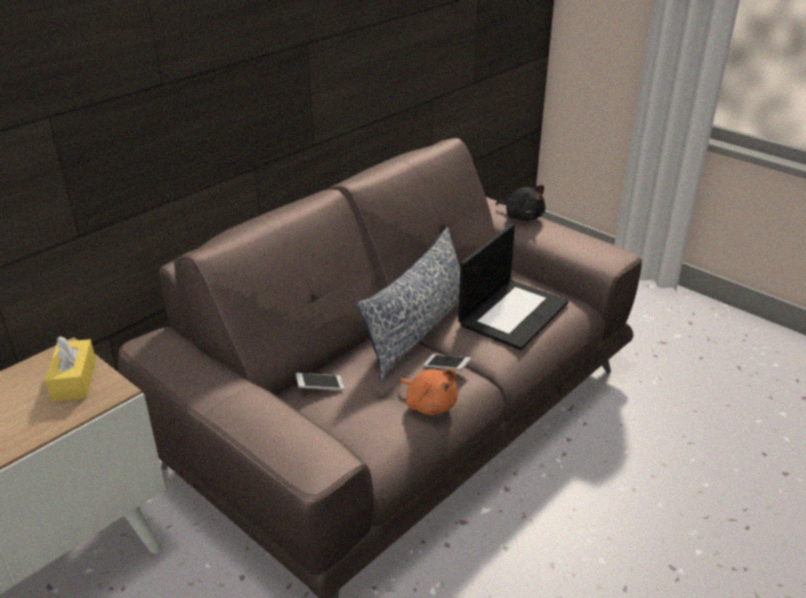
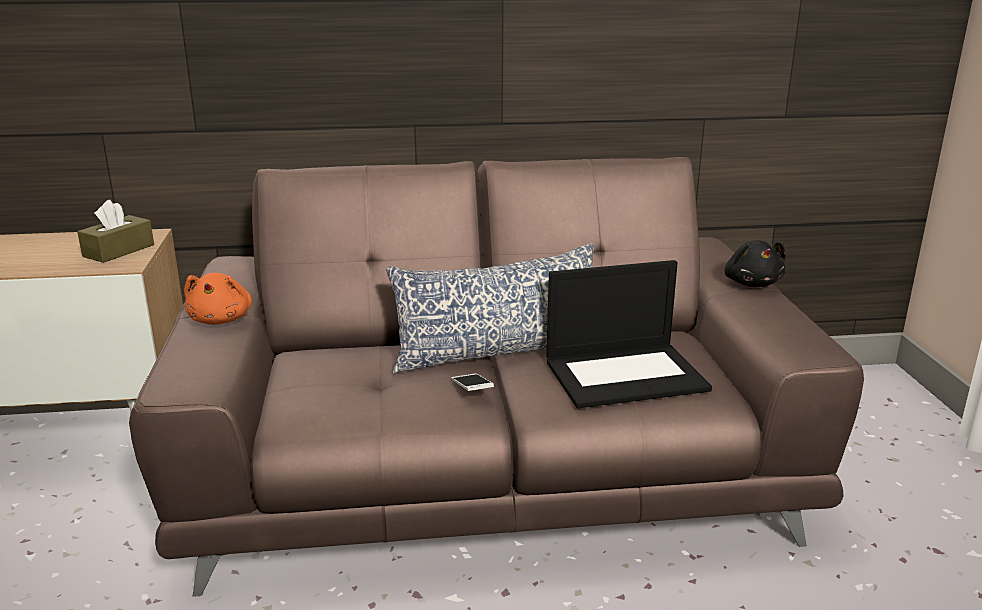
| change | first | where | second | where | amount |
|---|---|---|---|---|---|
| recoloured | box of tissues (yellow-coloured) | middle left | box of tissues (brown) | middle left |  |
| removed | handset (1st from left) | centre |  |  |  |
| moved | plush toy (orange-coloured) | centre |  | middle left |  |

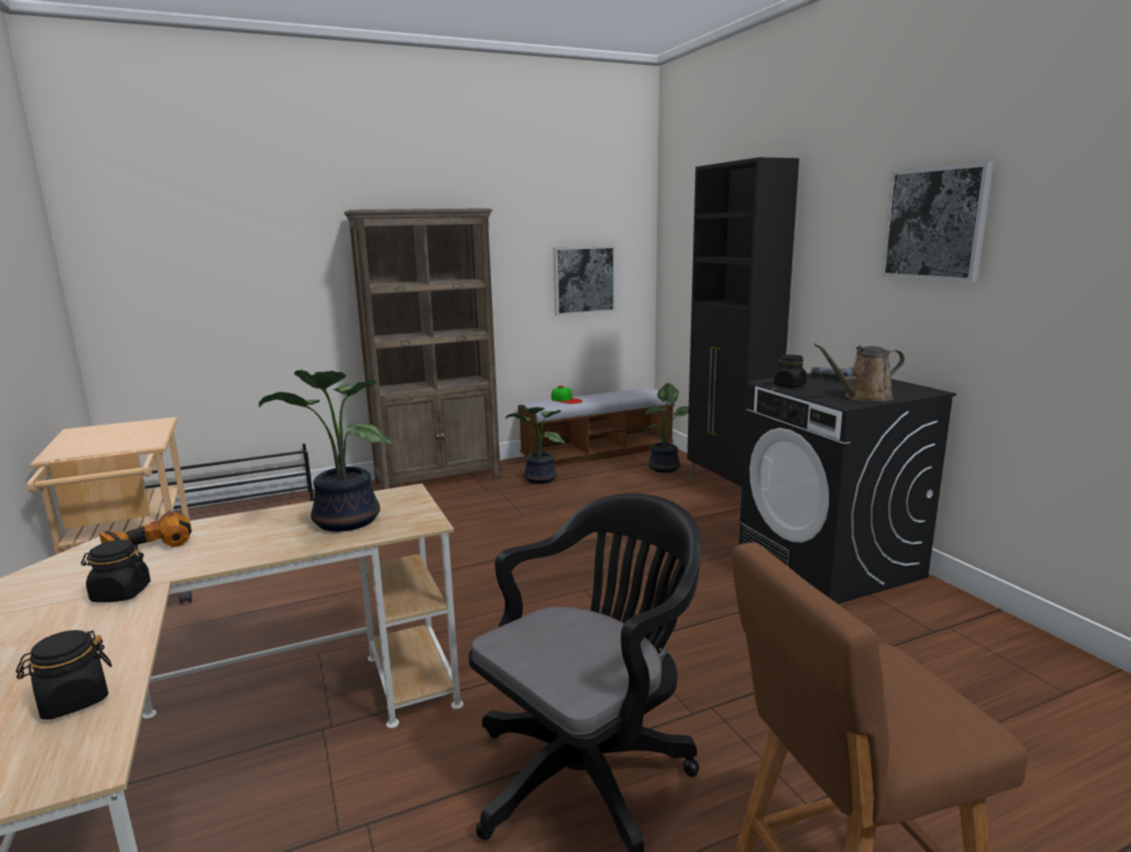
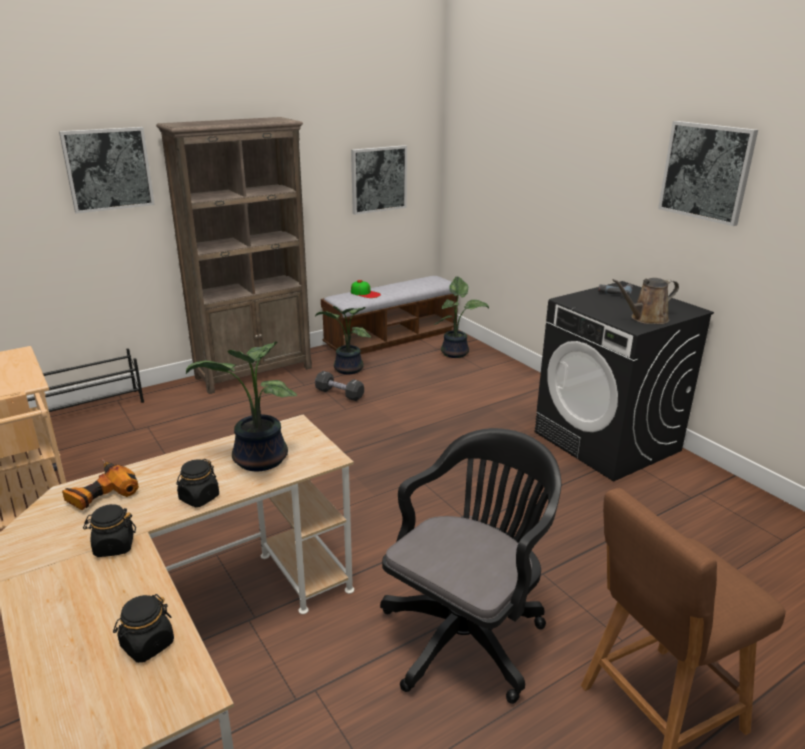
| change | first | where | second | where | amount |
|---|---|---|---|---|---|
| removed | cabinet (black) | centre |  |  |  |
| moved | jar (black) (3rd from left) | middle right |  | middle left |  |
| added |  |  | wall picture (1st from left) | top left |  |
| added |  |  | dumbbell (black) | centre |  |

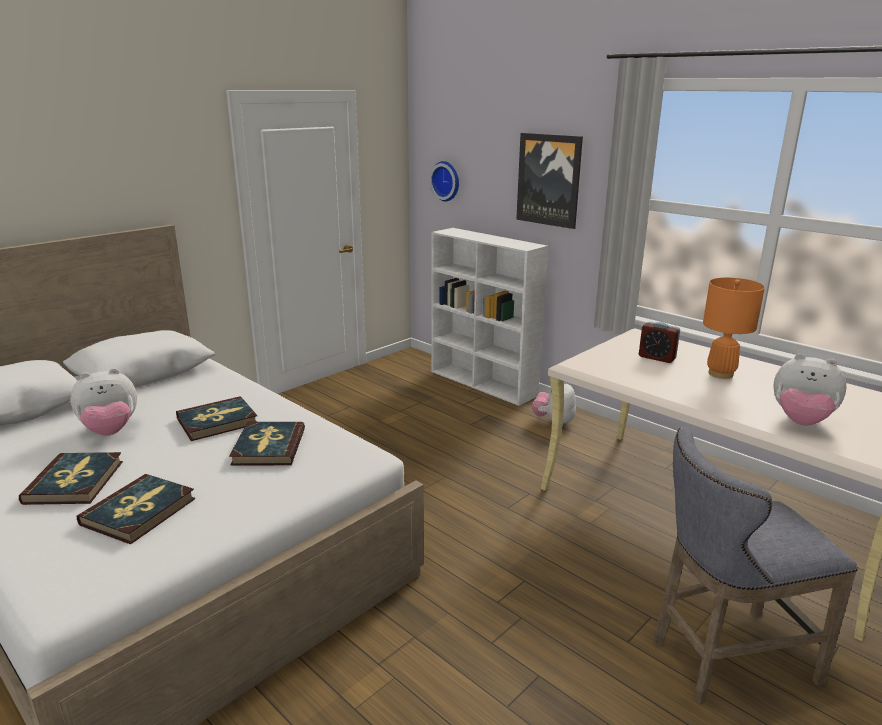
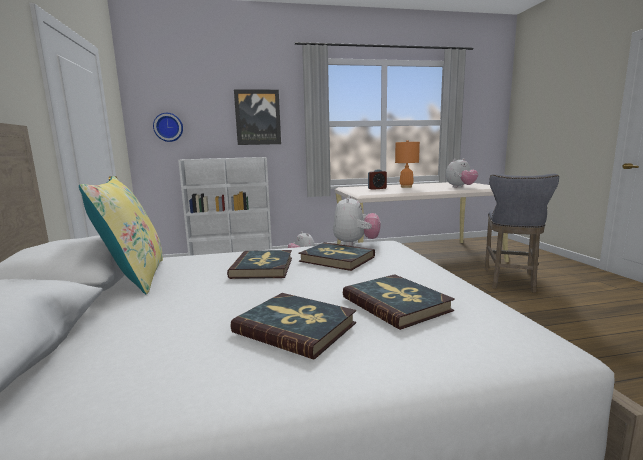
| change | first | where | second | where | amount |
|---|---|---|---|---|---|
| moved | plush toy (1st from left in the first image) | middle left | plush toy (2nd from left) | centre |  |
| added |  |  | pillow (yellow-coloured) | middle left |  |

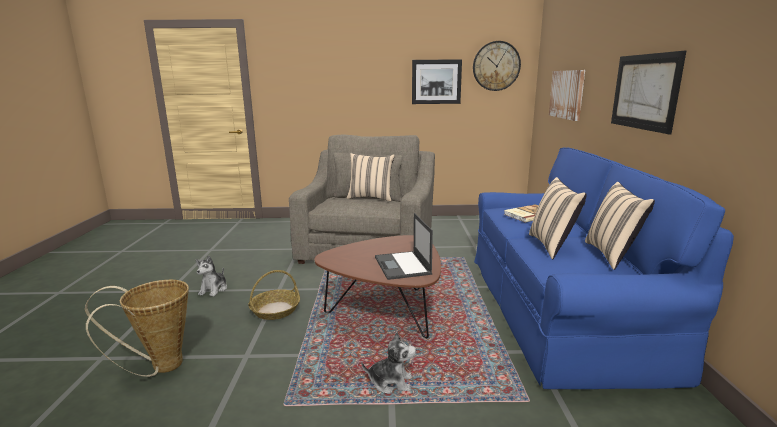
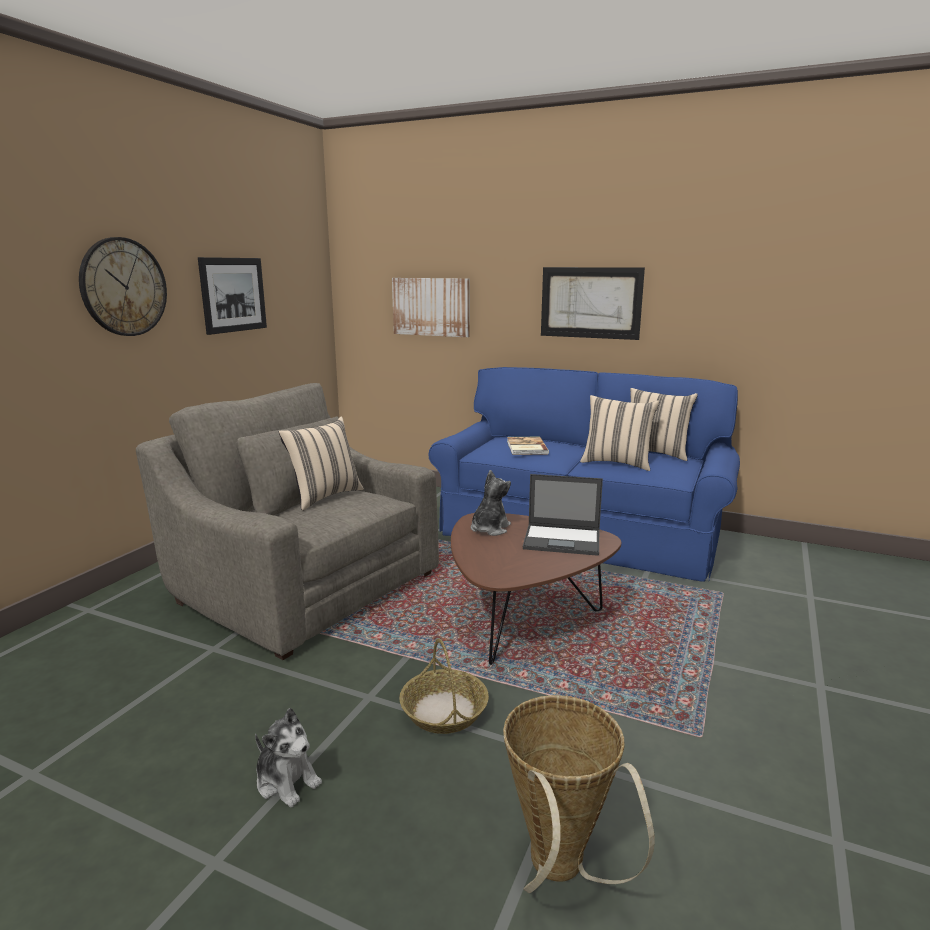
| change | first | where | second | where | amount |
|---|---|---|---|---|---|
| moved | plush toy (2nd from left) | bottom centre |  | centre |  |
| moved | clock on the wall | top centre |  | top left |  |

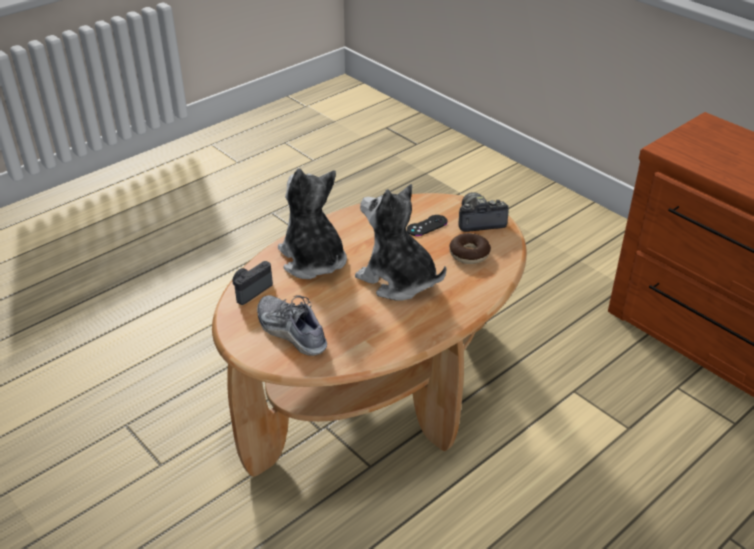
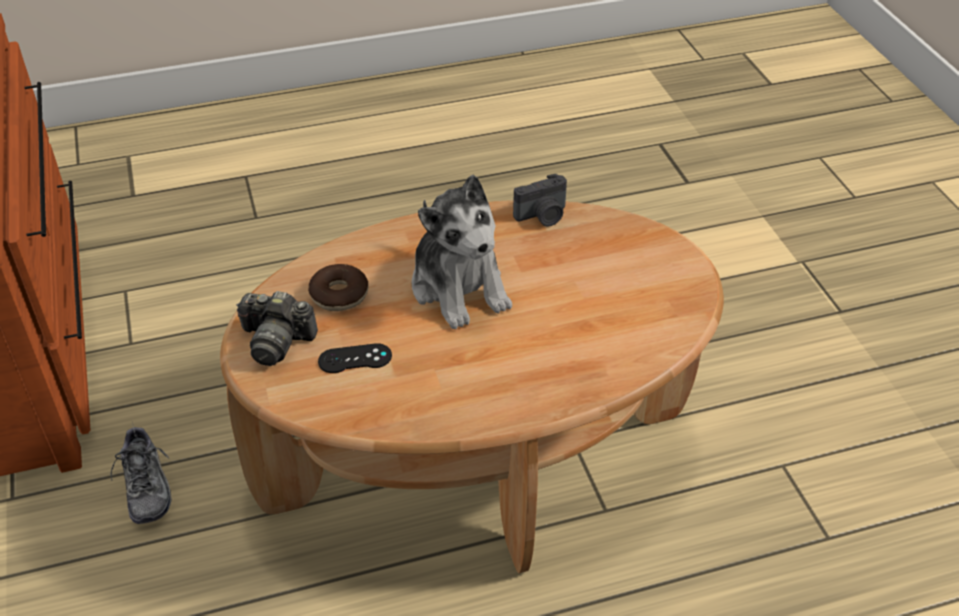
| change | first | where | second | where | amount |
|---|---|---|---|---|---|
| moved | photo camera (1st from left in the first image) | centre | photo camera (2nd from left) | top centre |  |
| moved | item of footwear | centre |  | bottom left |  |
| removed | plush toy (1st from left) | centre |  |  |  |

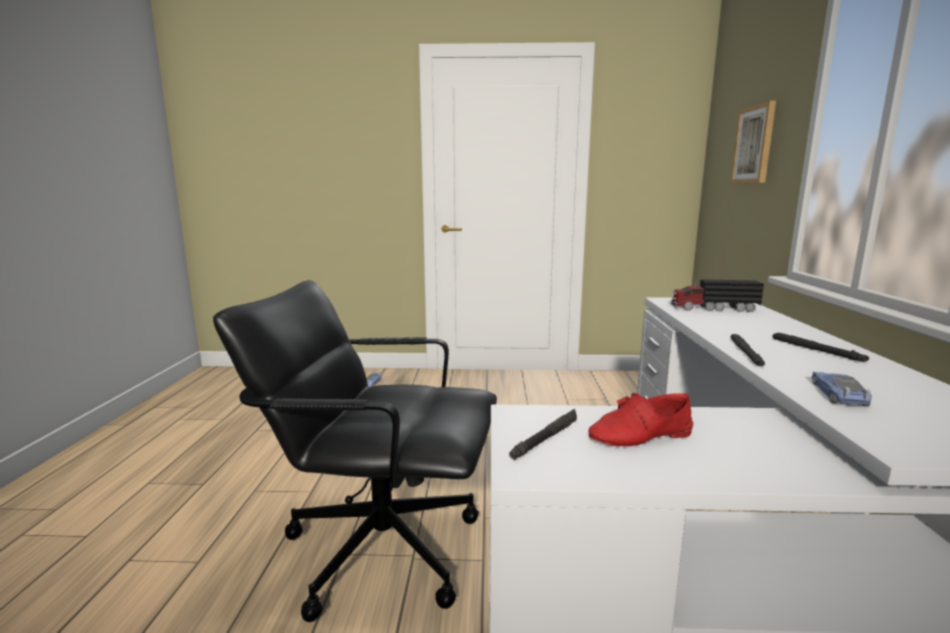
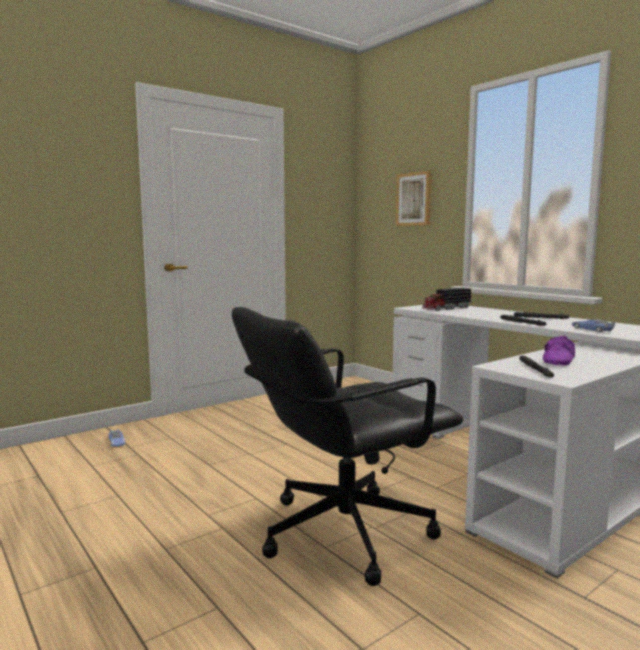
| change | first | where | second | where | amount |
|---|---|---|---|---|---|
| recoloured | item of footwear (red) | middle right | item of footwear (purplish) | middle right |  |

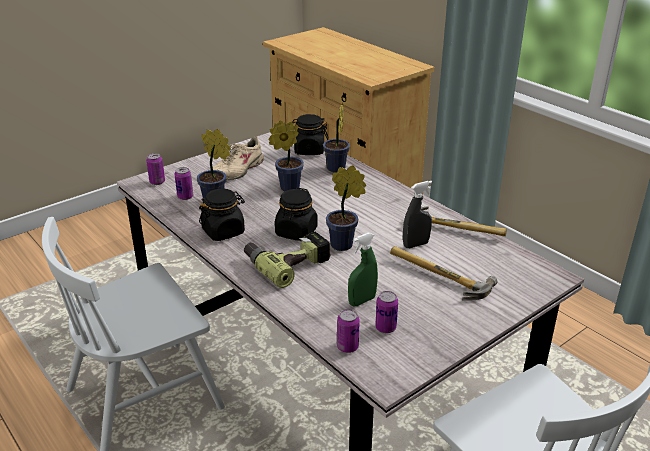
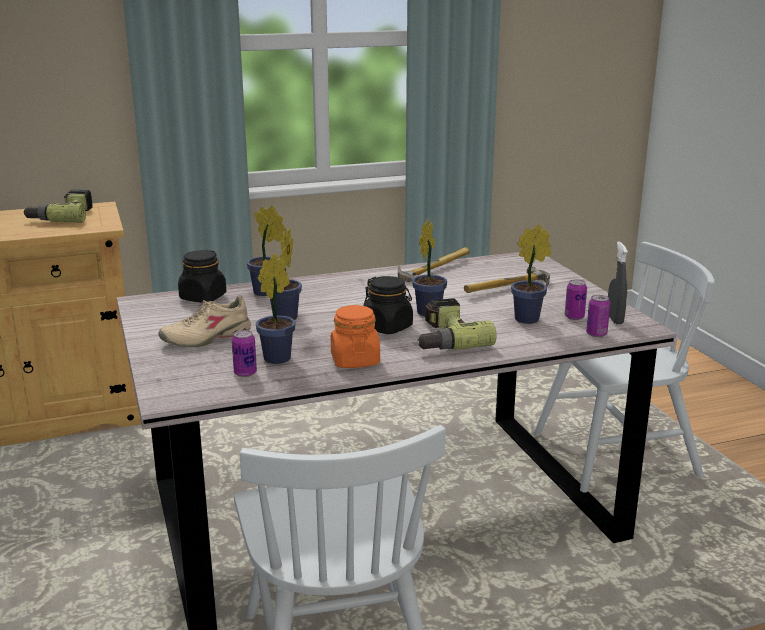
| change | first | where | second | where | amount |
|---|---|---|---|---|---|
| removed | metal can (1st from left) | middle left |  |  |  |
| recoloured | jar (black) (1st from left) | centre | jar (orange-coloured) | centre |  |
| turned | item of footwear (beige-coloured) | centre |  | middle left | 90 degrees clockwise |
| replaced | hand sprayer (green) | centre | plant in a pot (5th from left) | middle right |  |
| moved | hand sprayer (gray) | centre |  | middle right |  |
| added |  |  | drill (1st from left) | top left |  |

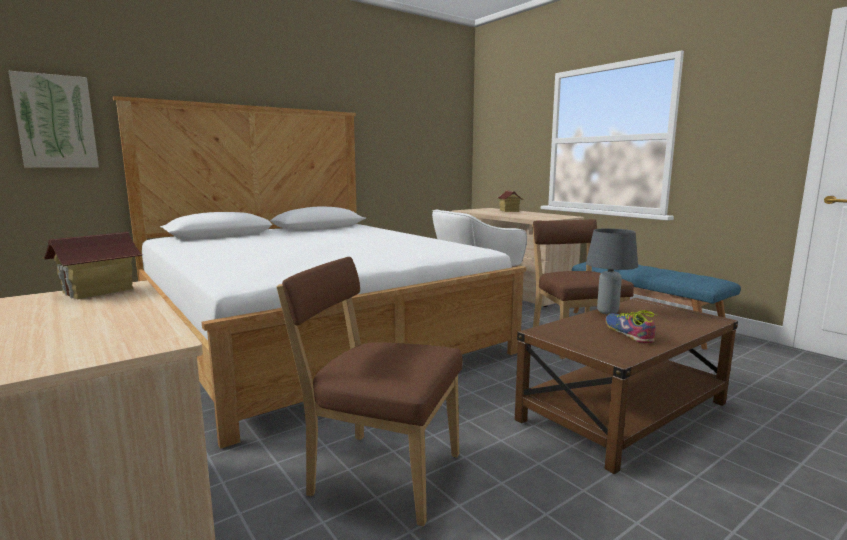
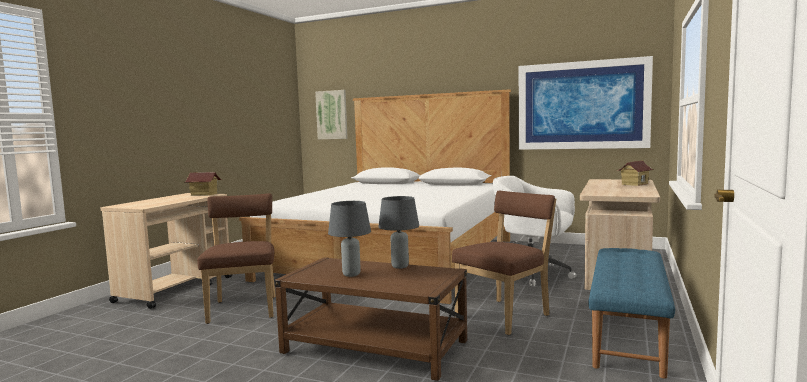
| change | first | where | second | where | amount |
|---|---|---|---|---|---|
| replaced | item of footwear | middle right | table lamp (gray) (1st from left) | centre |  |
| added |  |  | wall picture (2nd from left) | top right |  |

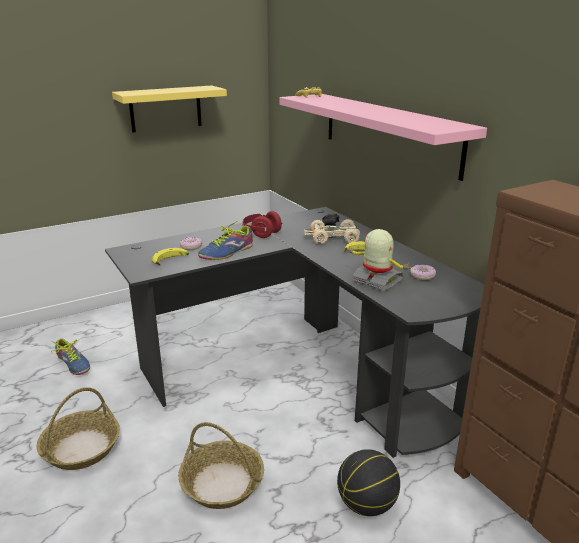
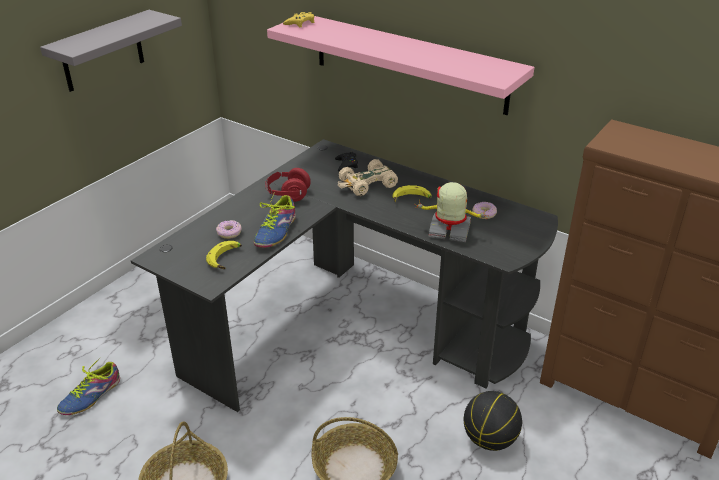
| change | first | where | second | where | amount |
|---|---|---|---|---|---|
| turned | item of footwear (1st from left) | middle left |  | bottom left | 105 degrees clockwise |
| recoloured | shelf (yellow-coloured) | top left | shelf (gray) | top left |  |

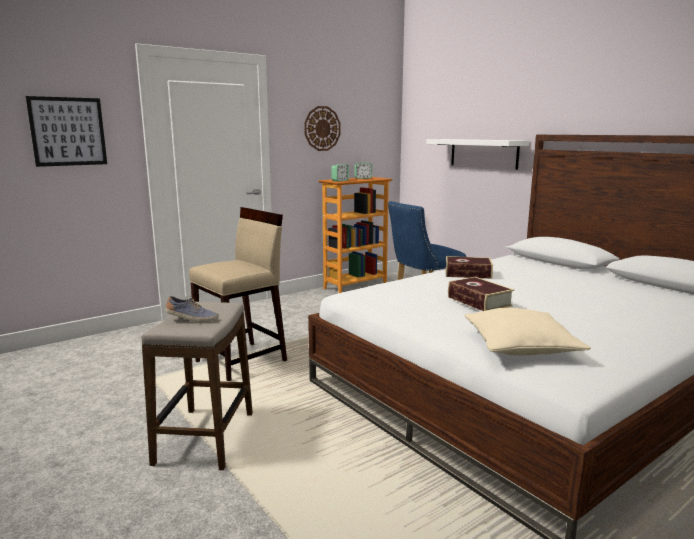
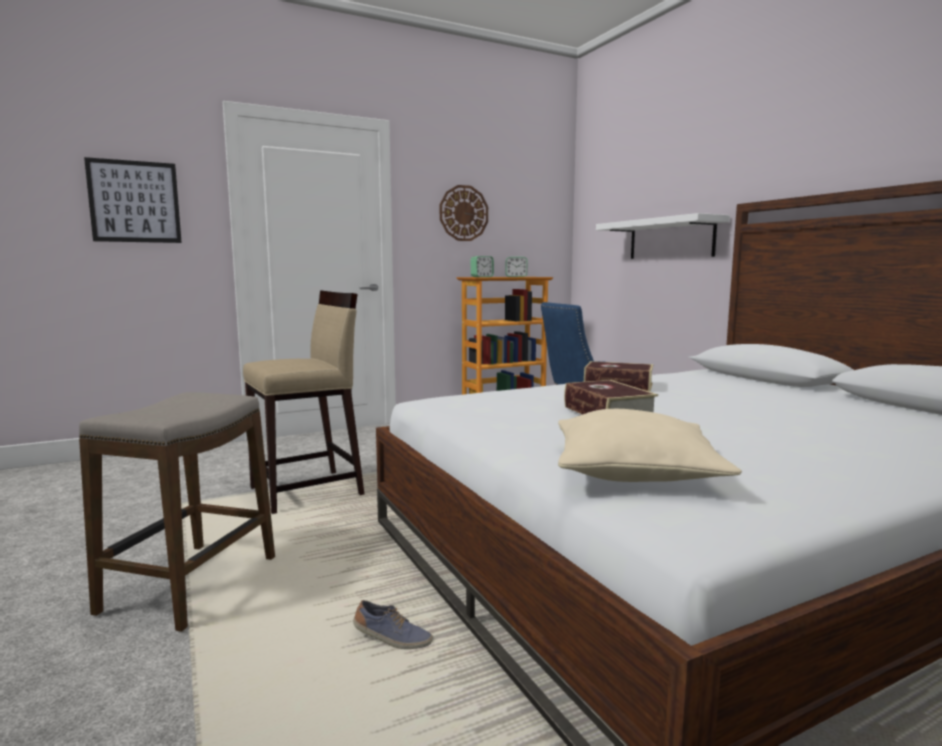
| change | first | where | second | where | amount |
|---|---|---|---|---|---|
| moved | item of footwear | middle left |  | bottom centre |  |

